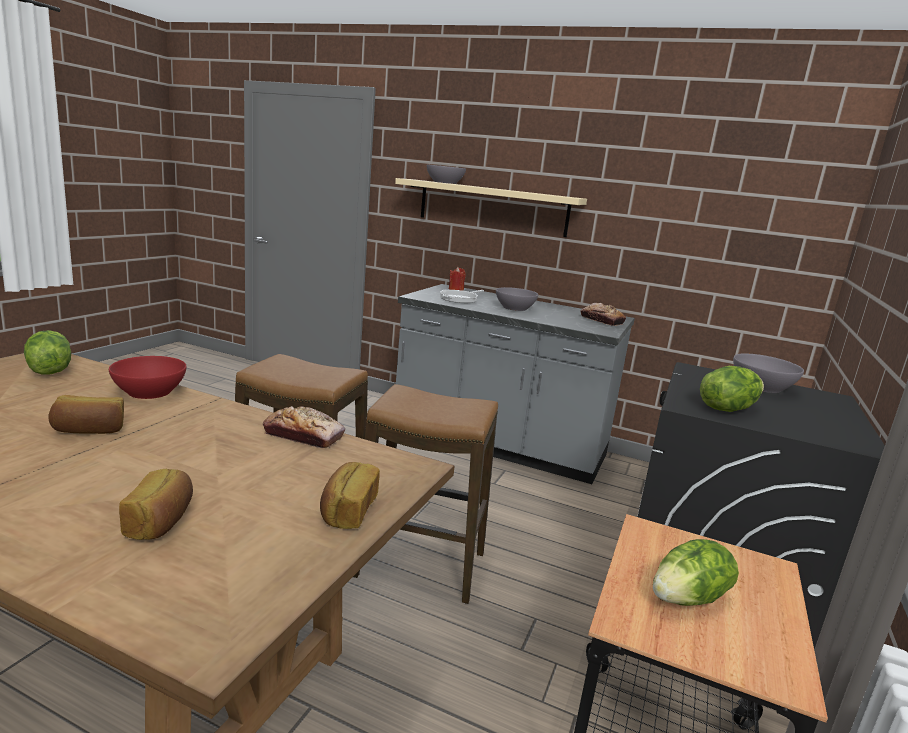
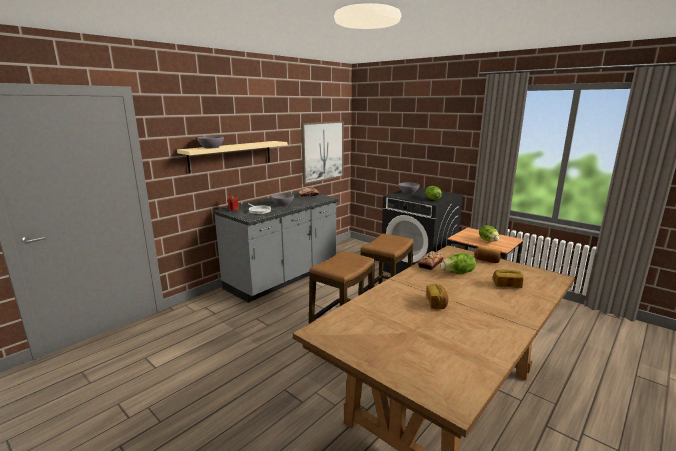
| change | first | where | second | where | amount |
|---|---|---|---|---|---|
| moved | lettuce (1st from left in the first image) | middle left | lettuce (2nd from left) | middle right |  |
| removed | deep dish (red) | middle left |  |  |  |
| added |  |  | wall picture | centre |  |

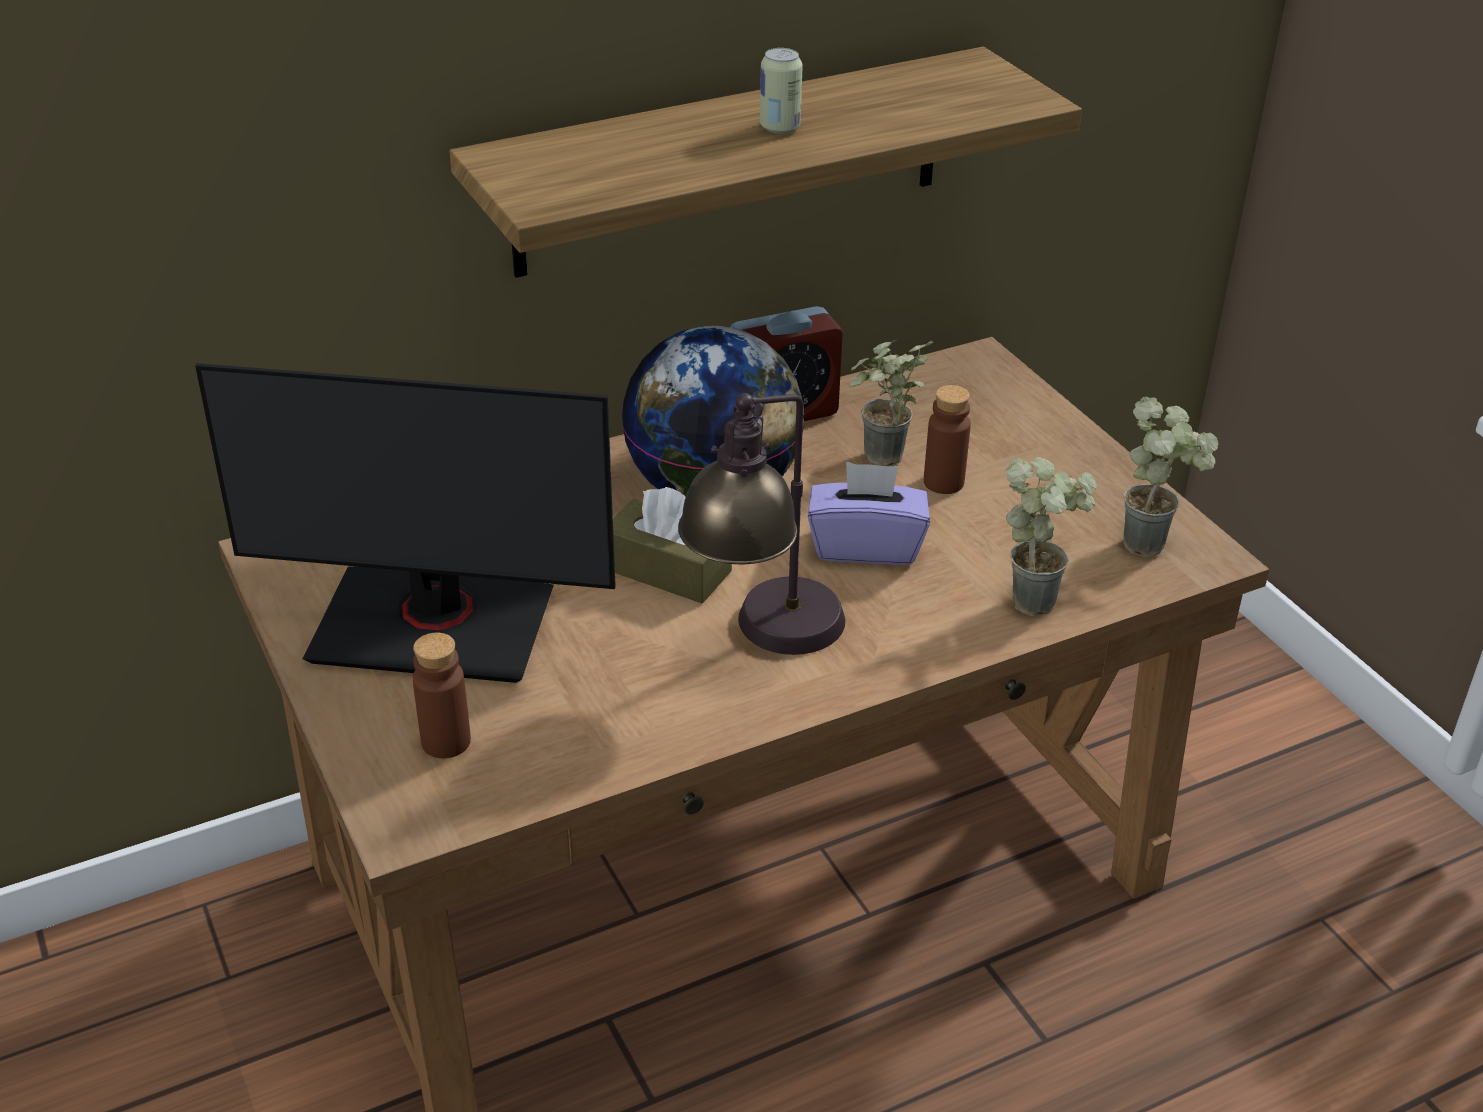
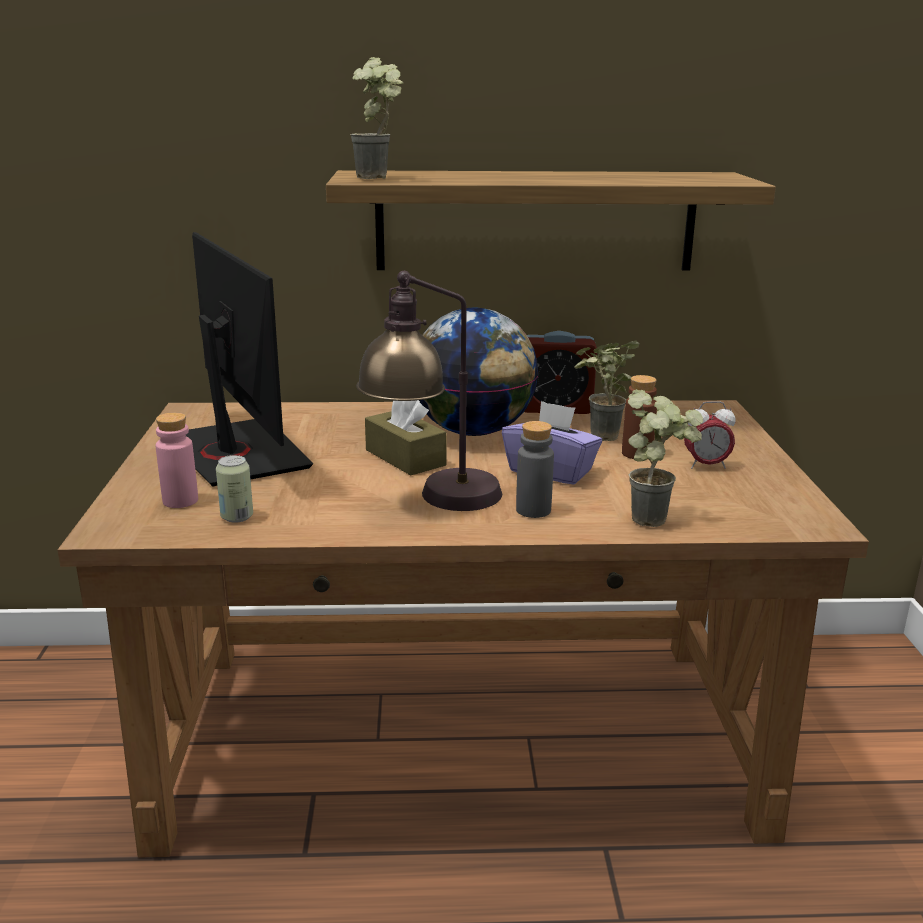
| change | first | where | second | where | amount |
|---|---|---|---|---|---|
| turned | monitor | middle left |  | middle left | 150 degrees counterclockwise |
| recoloured | beverage bottle (brown) (1st from left) | middle left | beverage bottle (pinkish) | middle left |  |
| moved | metal can | top centre |  | middle left |  |
| moved | plant in a pot (3rd from left in the first image) | middle right | plant in a pot (1st from left) | top centre |  |
| added |  |  | beverage bottle (gray) | centre |  |
| added |  |  | bedside clock (2nd from left) | middle right |  |

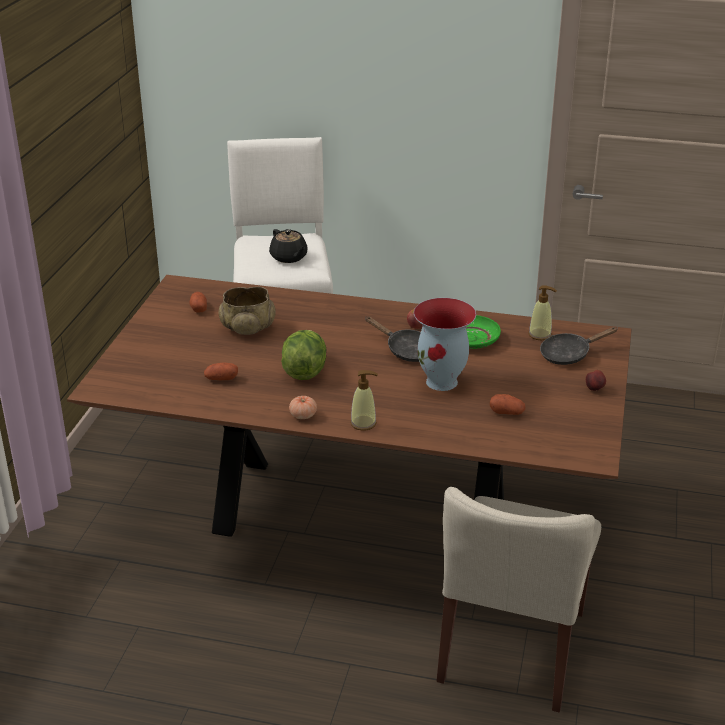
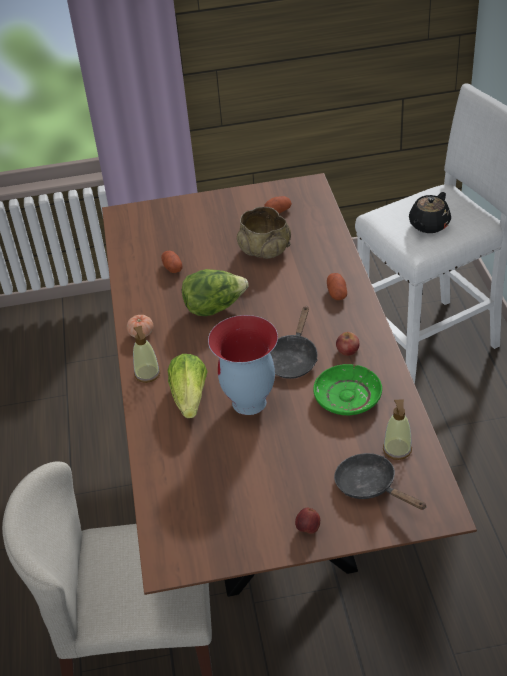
| change | first | where | second | where | amount |
|---|---|---|---|---|---|
| moved | spud (3rd from left) | middle right |  | centre |  |
| added |  |  | lettuce (1st from left) | centre |  |

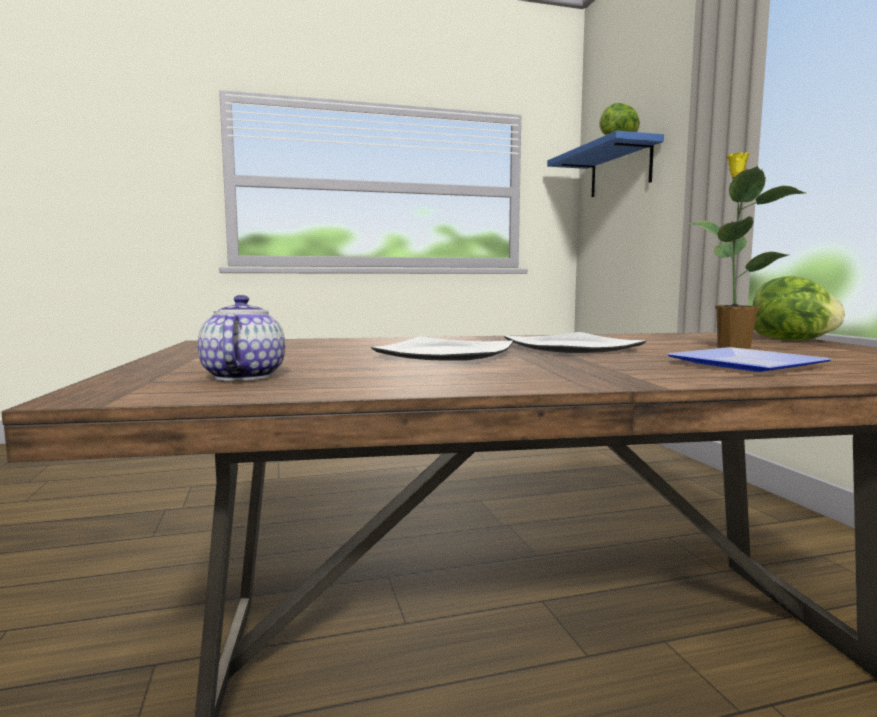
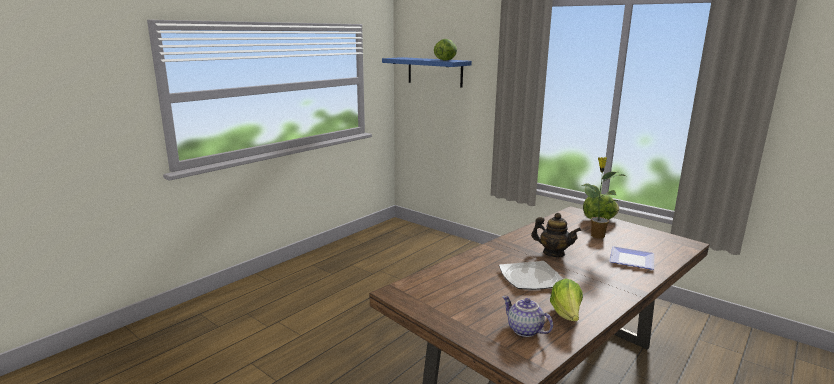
| change | first | where | second | where | amount |
|---|---|---|---|---|---|
| replaced | flat dish (2nd from left) | centre | pot for tea (2nd from left) | middle right |  |
| added |  |  | lettuce (2nd from left) | bottom right |  |

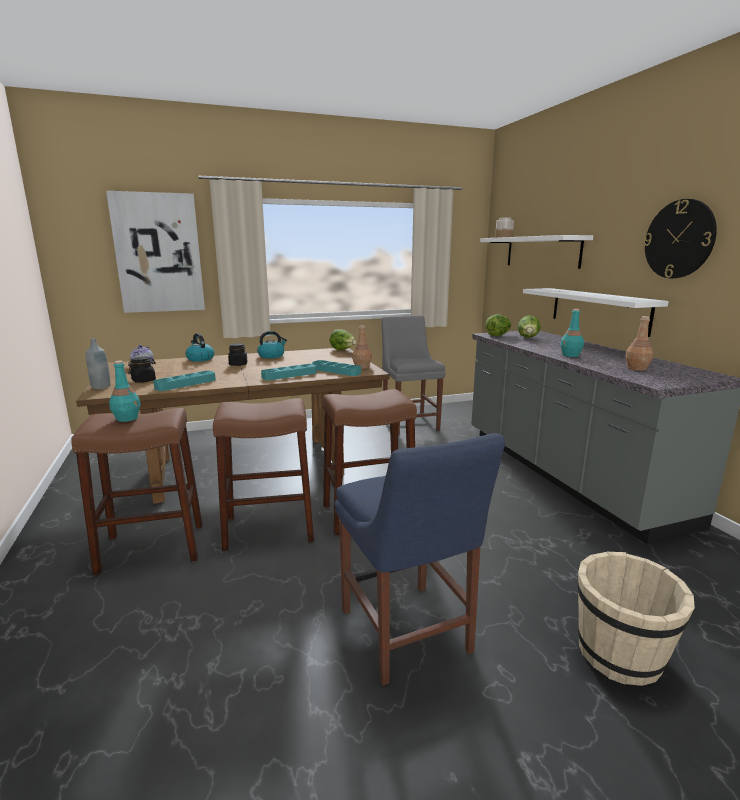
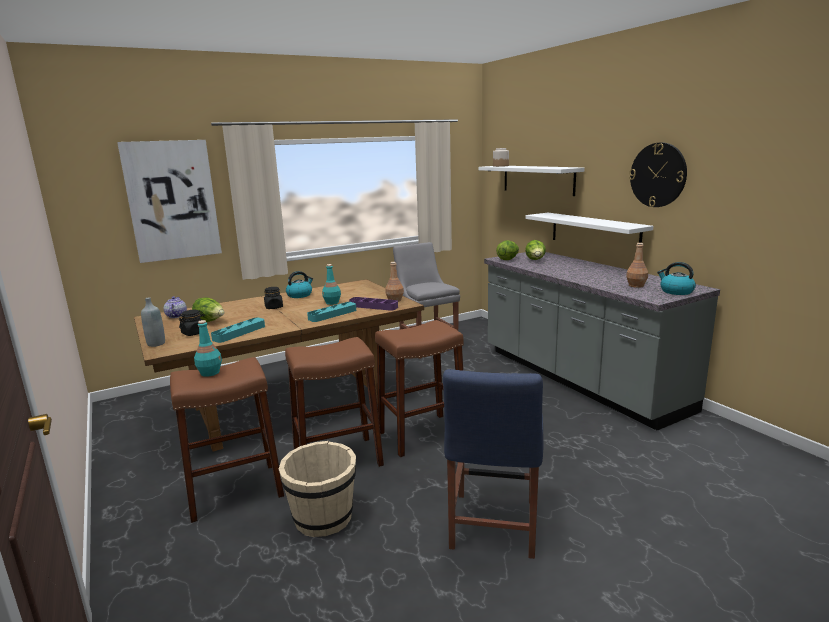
| change | first | where | second | where | amount |
|---|---|---|---|---|---|
| moved | kettle (1st from left in the first image) | middle left | kettle (2nd from left) | middle right |  |
| recoloured | carrying tray (blue-green) (3rd from left) | centre | carrying tray (purplish) | centre |  |
| moved | lettuce (1st from left) | centre |  | middle left |  |
| turned | chair (blue-coloured) | bottom centre |  | bottom centre | 45 degrees clockwise |
| moved | beverage bottle (blue-green) (2nd from left) | middle right |  | centre |  |
| moved | water bucket (beige-coloured) | bottom right |  | bottom centre |  |

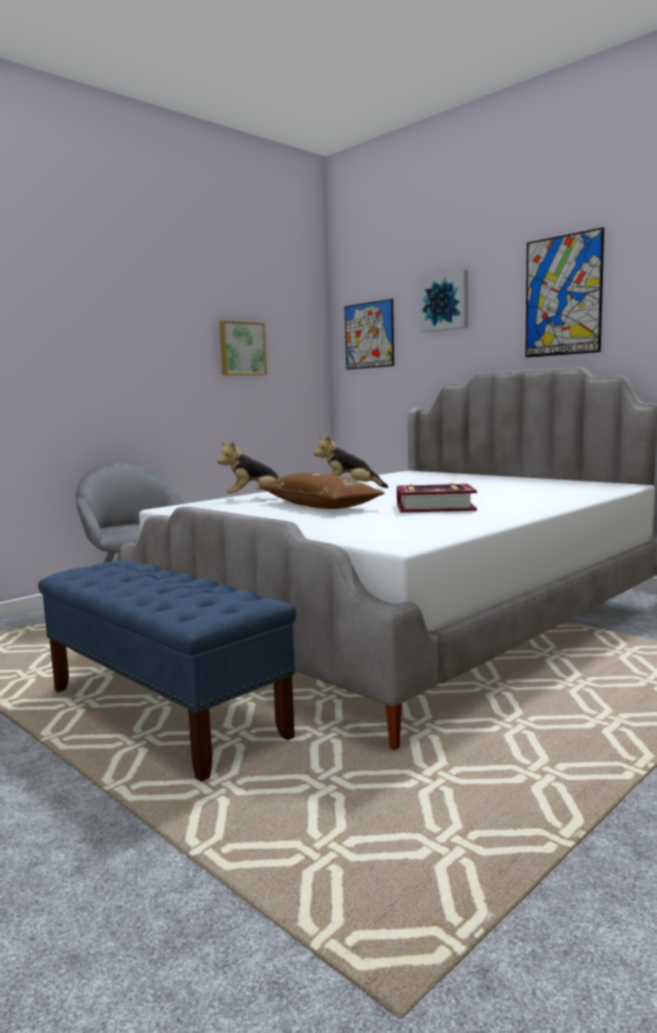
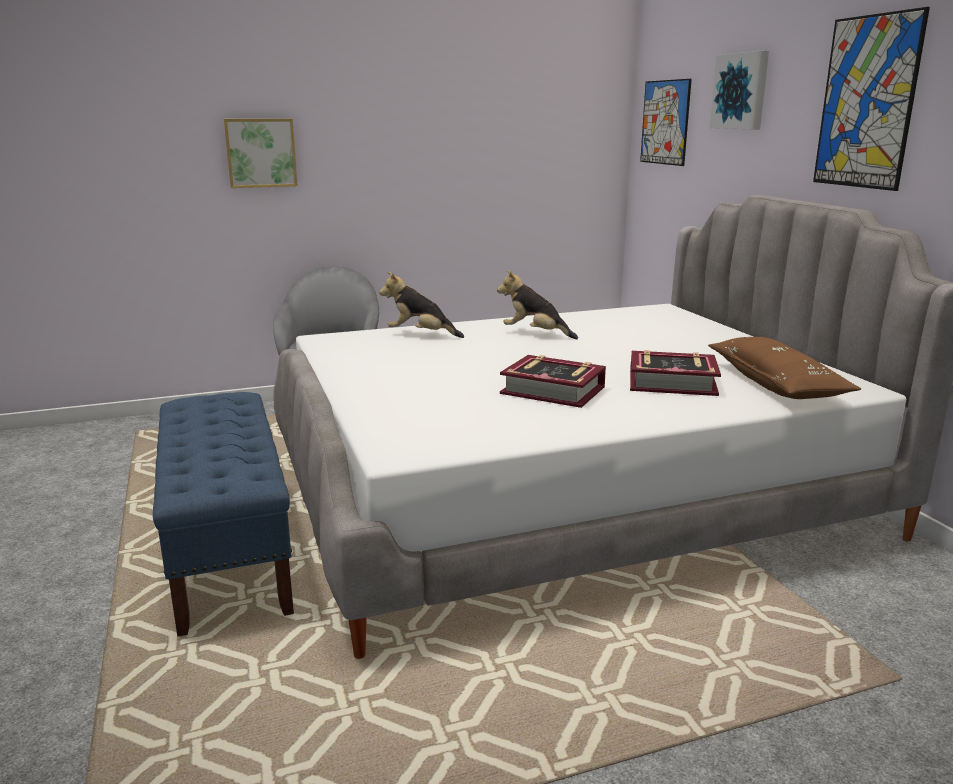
| change | first | where | second | where | amount |
|---|---|---|---|---|---|
| moved | wall picture (1st from left) | centre |  | top left |  |
| moved | pillow (brown) | centre |  | middle right |  |
| added |  |  | book (2nd from left) | middle right |  |

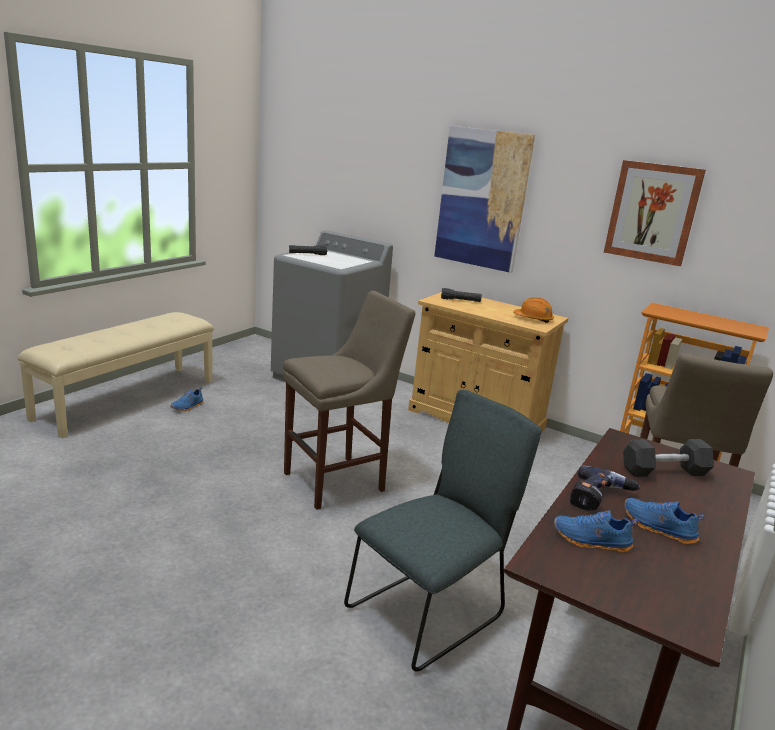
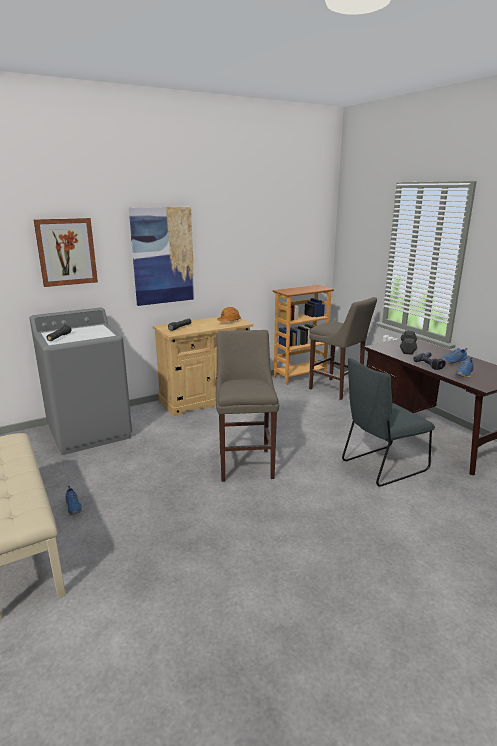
| change | first | where | second | where | amount |
|---|---|---|---|---|---|
| turned | chair (gray) | bottom centre |  | middle right | 105 degrees counterclockwise |
| moved | wall picture (2nd from left in the first image) | top right | wall picture (1st from left) | middle left |  |

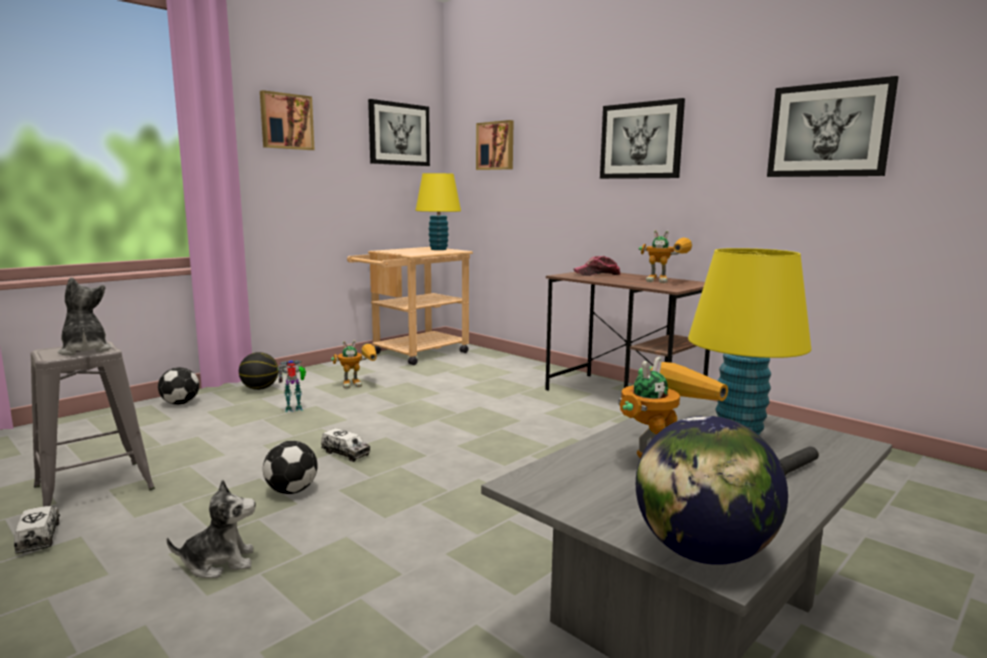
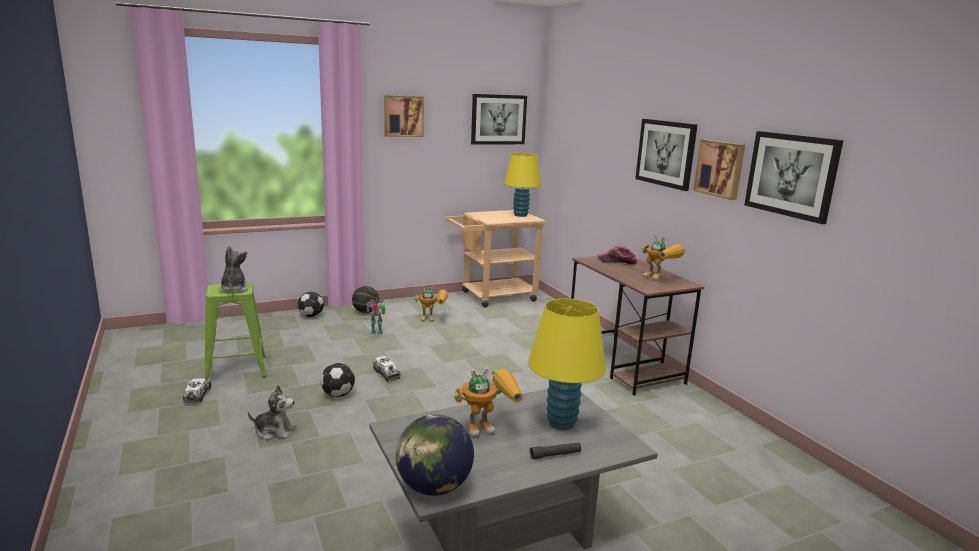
| change | first | where | second | where | amount |
|---|---|---|---|---|---|
| recoloured | sitting stool (gray) | middle left | sitting stool (green) | middle left |  |
| moved | wall picture (3rd from left in the first image) | top centre | wall picture (4th from left) | top right |  |

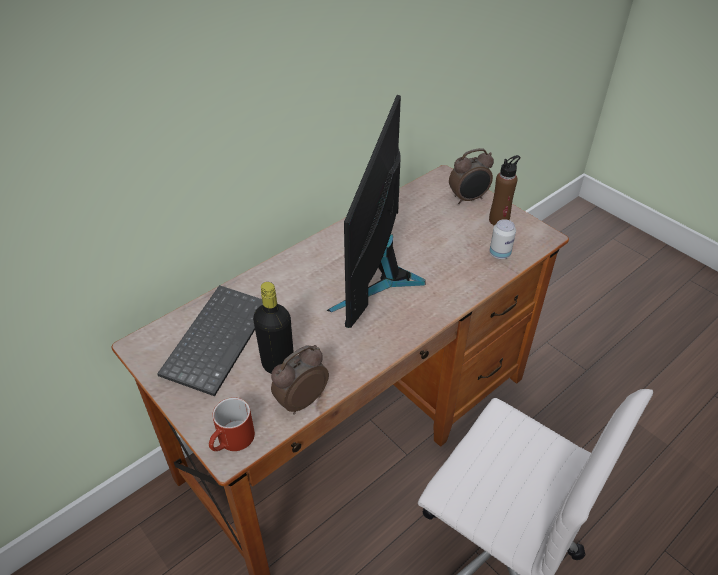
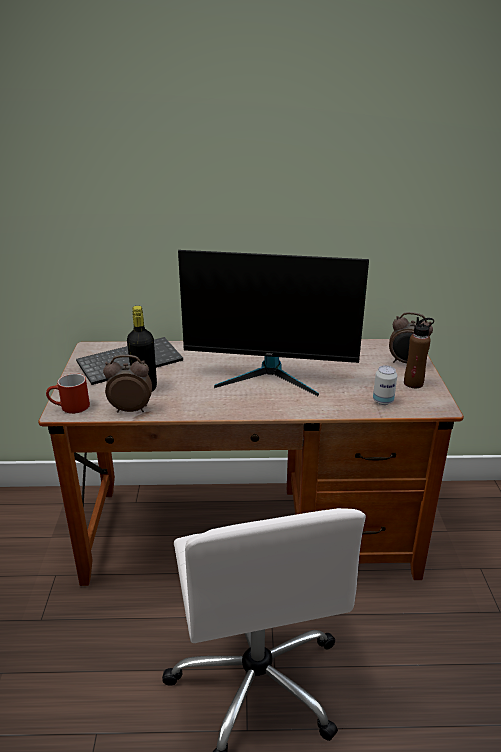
| change | first | where | second | where | amount |
|---|---|---|---|---|---|
| turned | monitor | centre |  | centre | 135 degrees counterclockwise |

